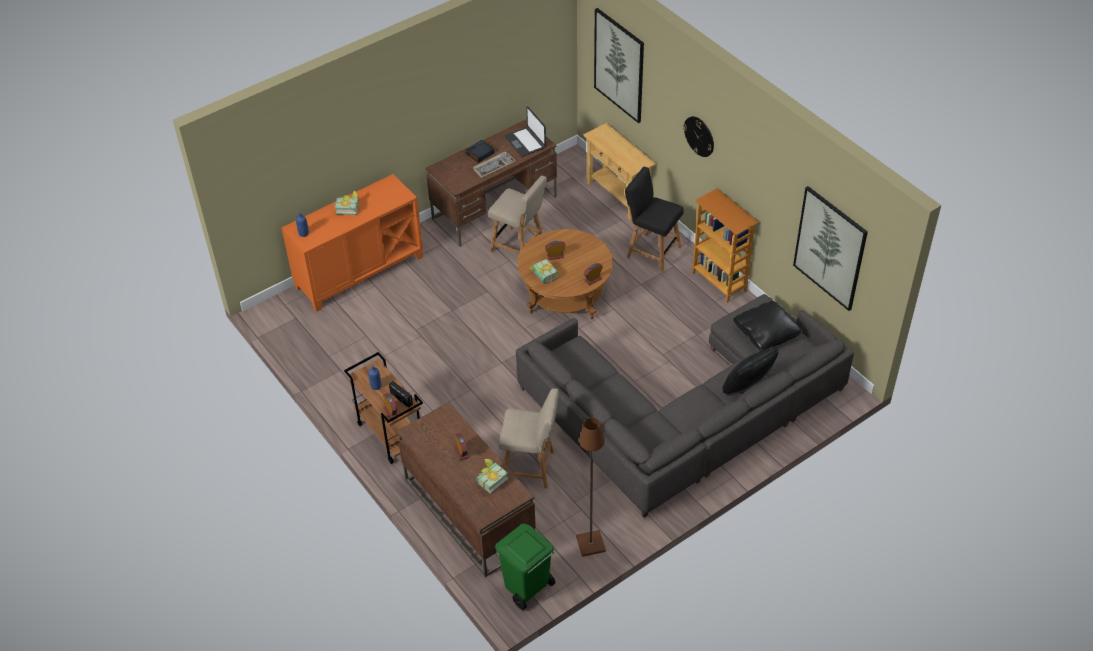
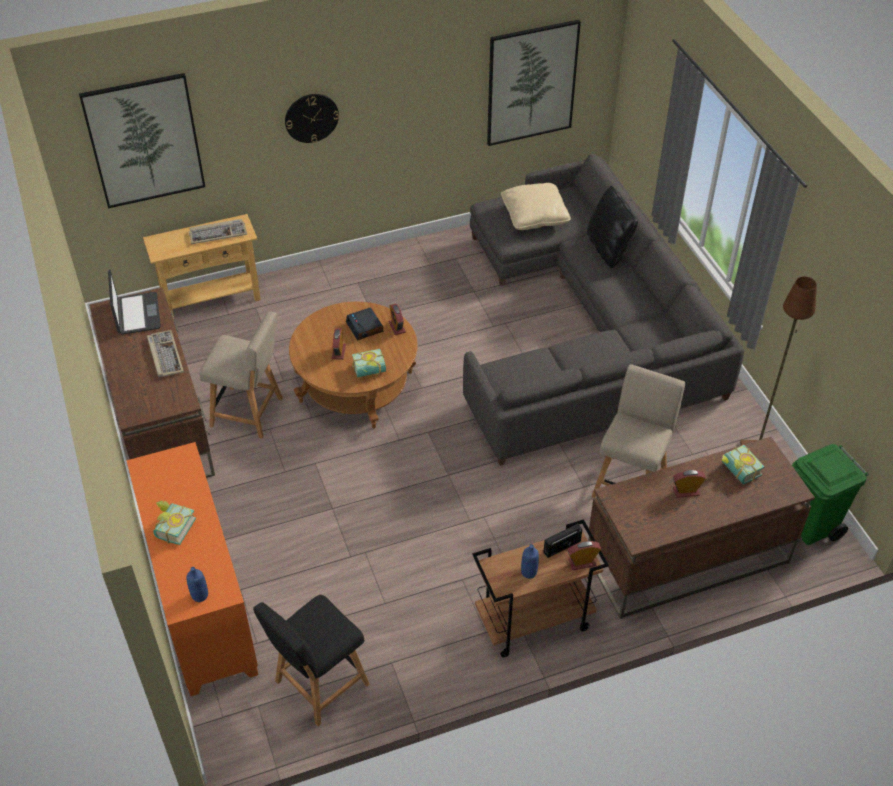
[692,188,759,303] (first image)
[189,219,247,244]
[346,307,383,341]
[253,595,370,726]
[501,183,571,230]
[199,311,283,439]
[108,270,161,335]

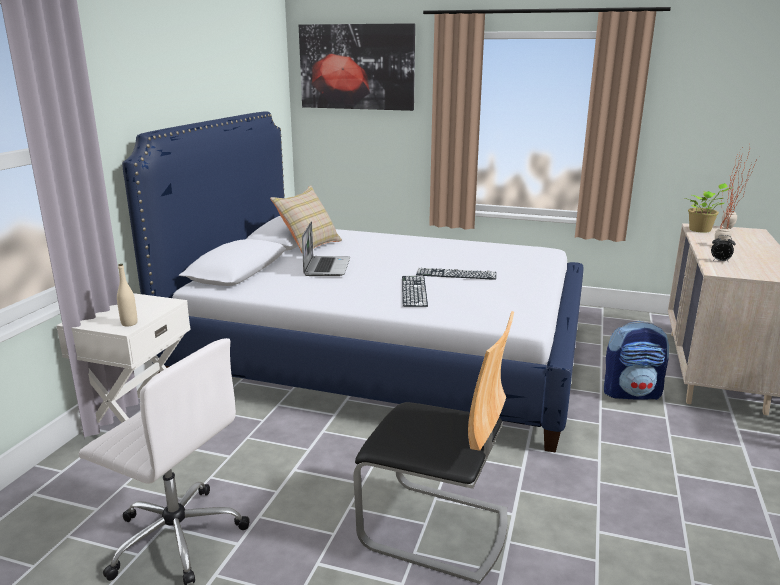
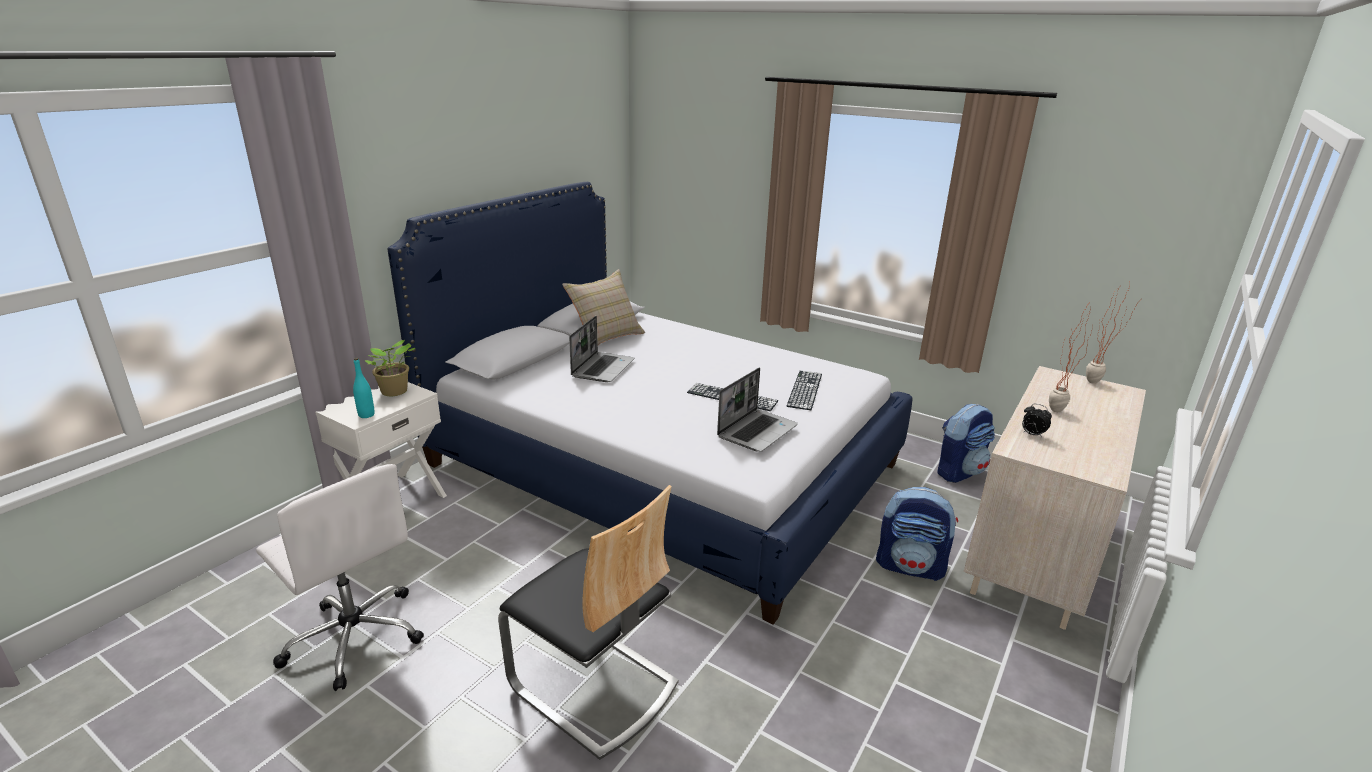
[299,23,415,111] (first image)
[717,368,798,452]
[937,404,995,483]
[787,371,822,410]
[365,340,415,396]
[353,358,375,418]

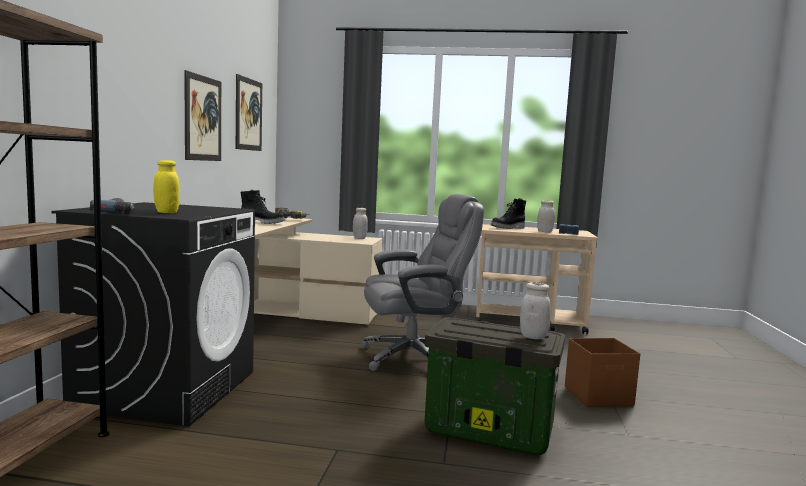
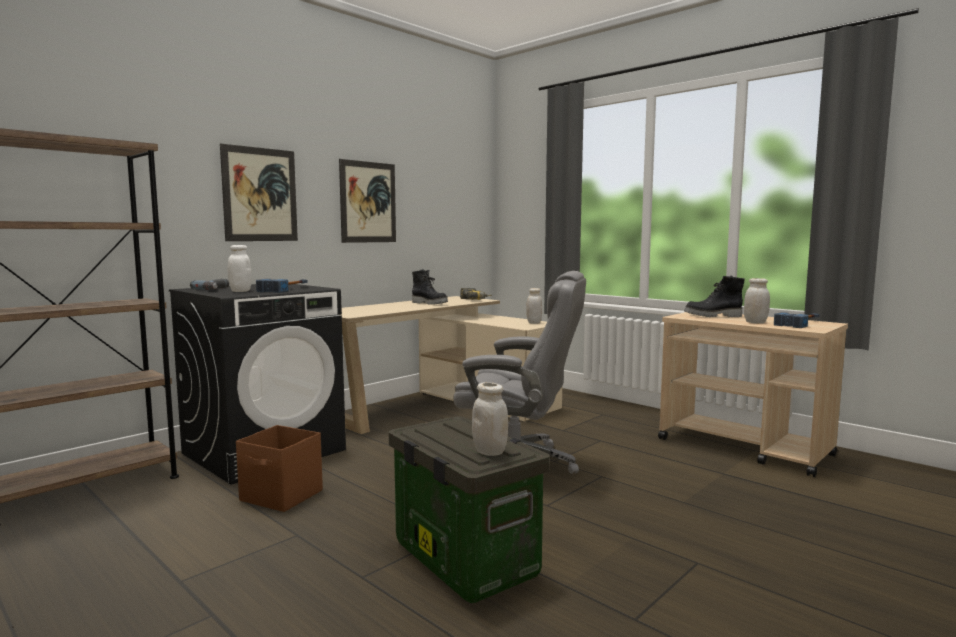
[256,279,308,293]
[220,144,298,241]
[236,425,323,512]
[228,245,252,292]

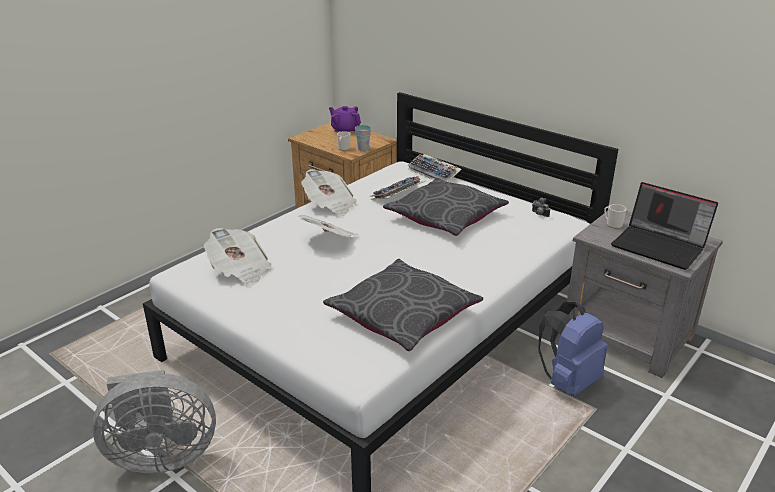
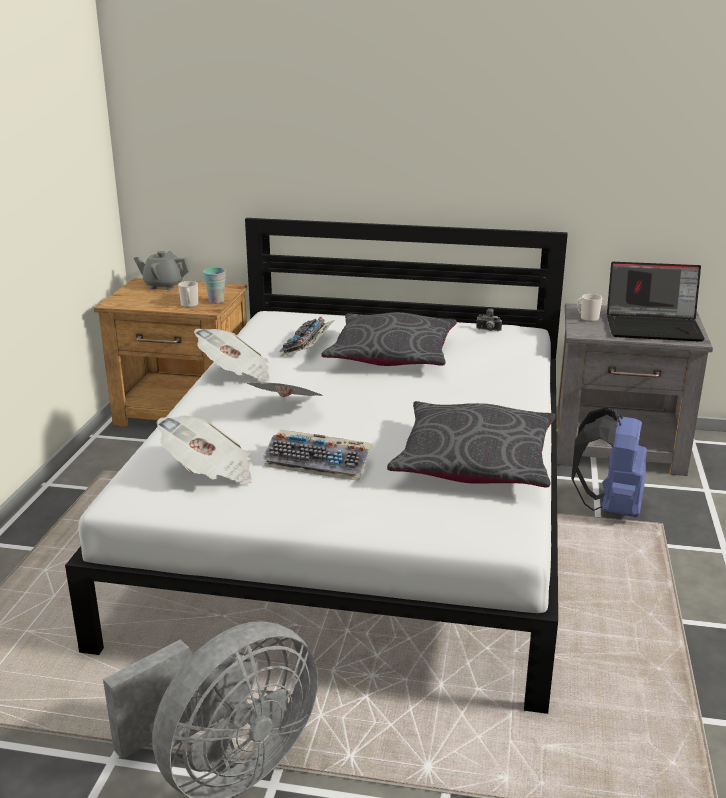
[262,430,372,481]
[134,251,190,290]

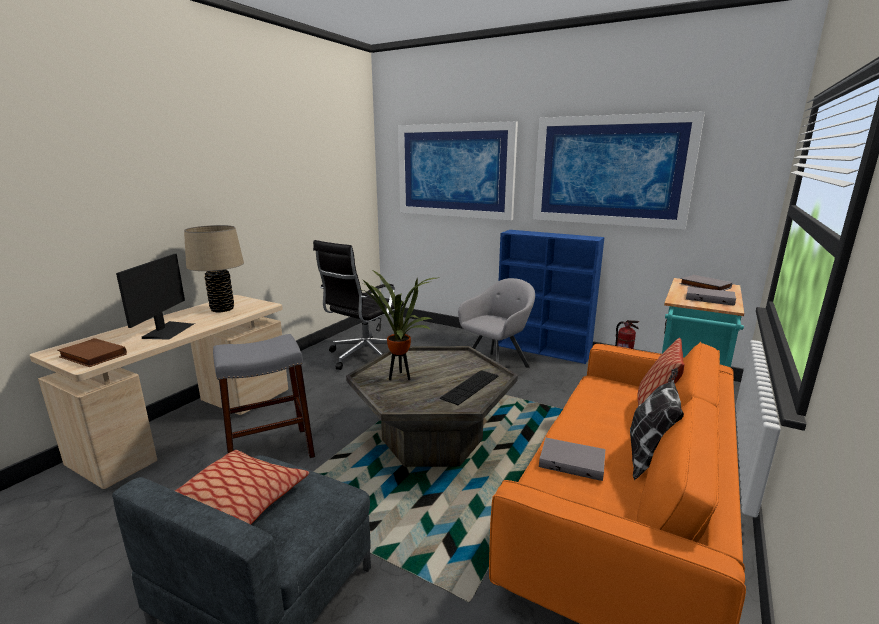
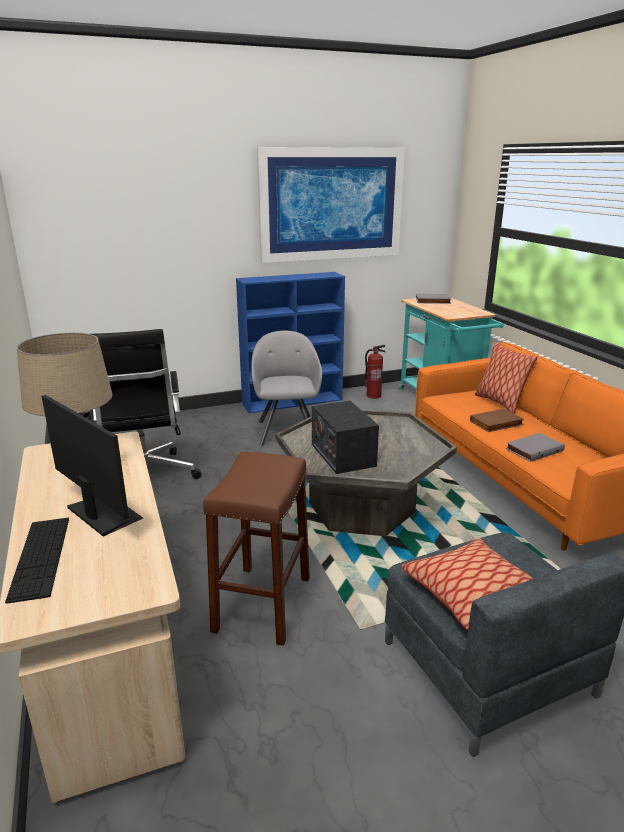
[398,121,518,220] (first image)
[630,368,684,480] (first image)
[686,287,736,306] (first image)
[470,409,524,432]
[5,518,69,604]
[312,400,379,474]
[203,452,310,646]

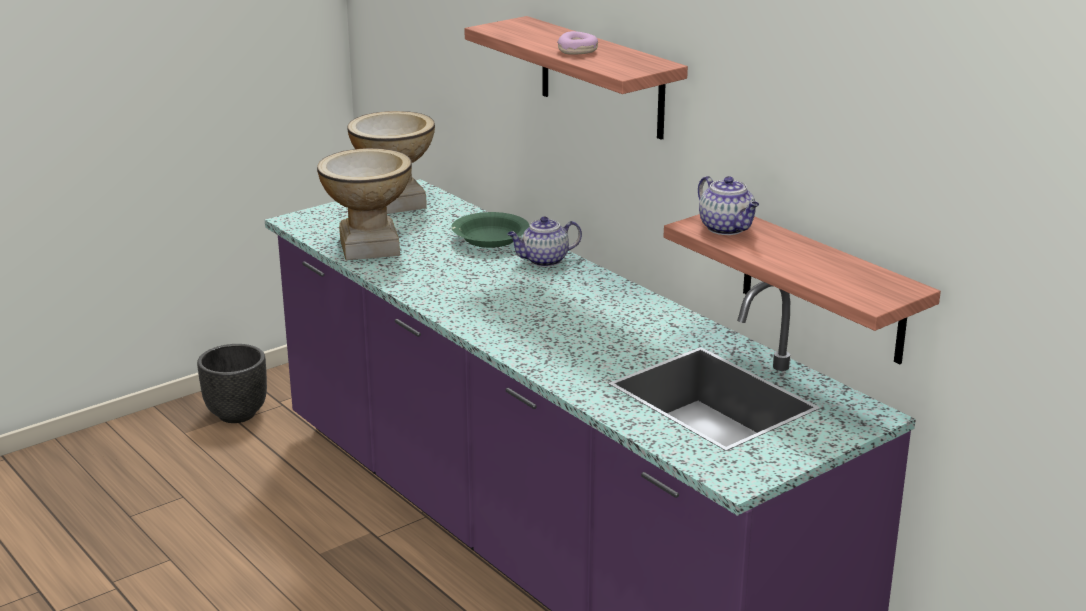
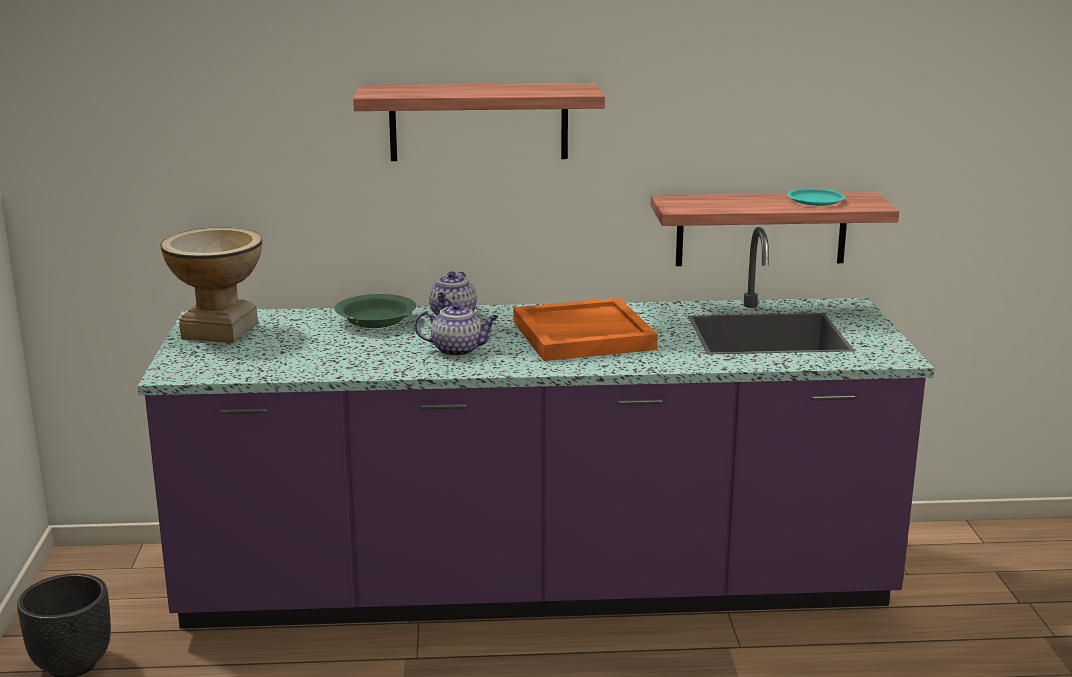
[317,148,412,261] (first image)
[557,31,598,55] (first image)
[513,298,658,361]
[787,189,845,206]
[414,303,499,356]

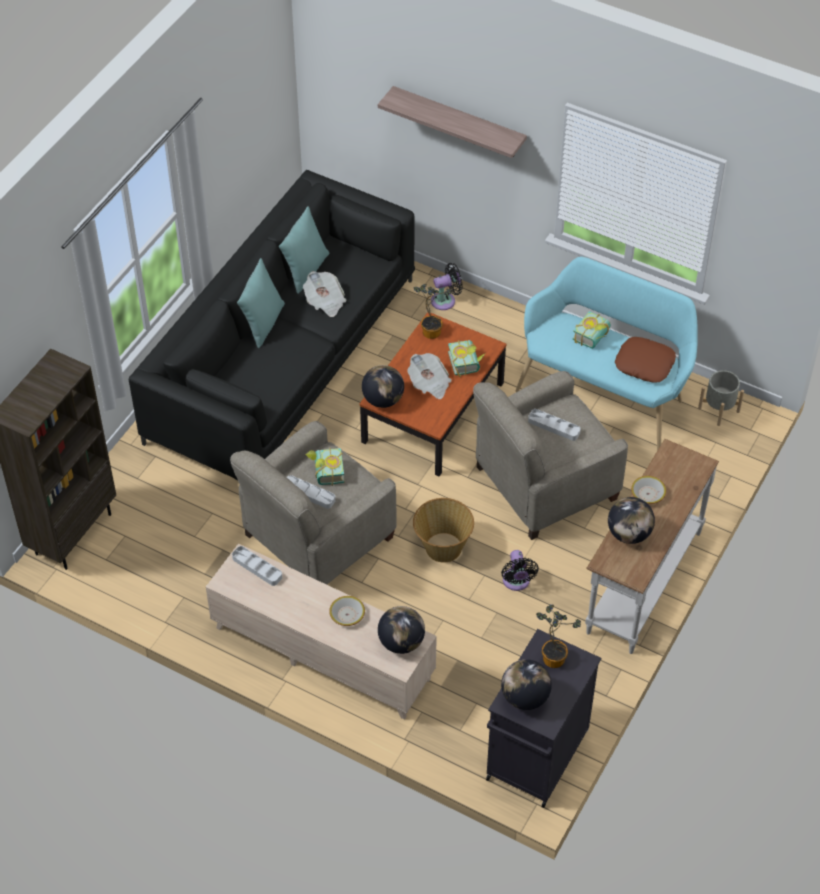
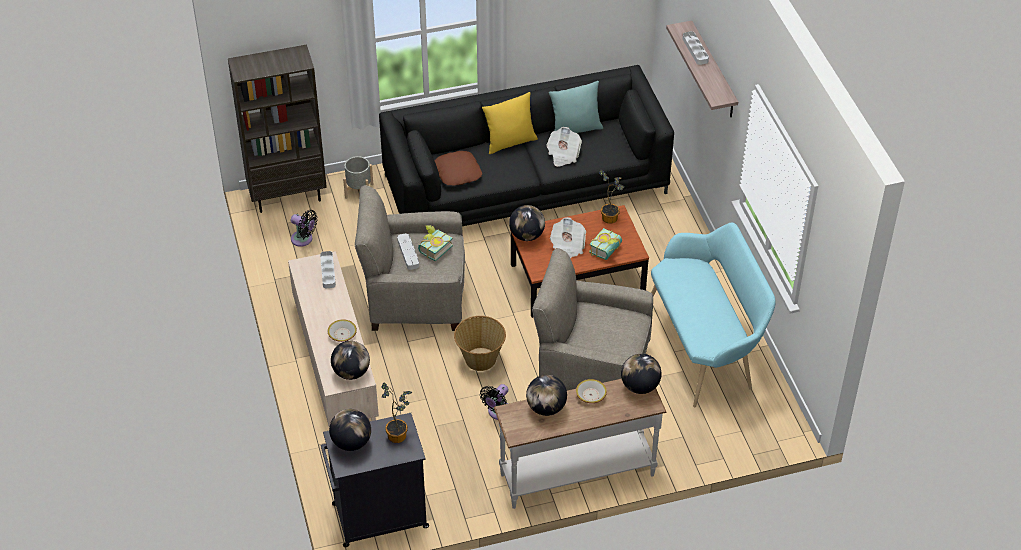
[573,311,611,349] (first image)
[621,354,662,394]
[291,210,317,247]
[683,31,709,65]
[435,151,482,185]
[343,156,373,199]
[482,92,538,154]

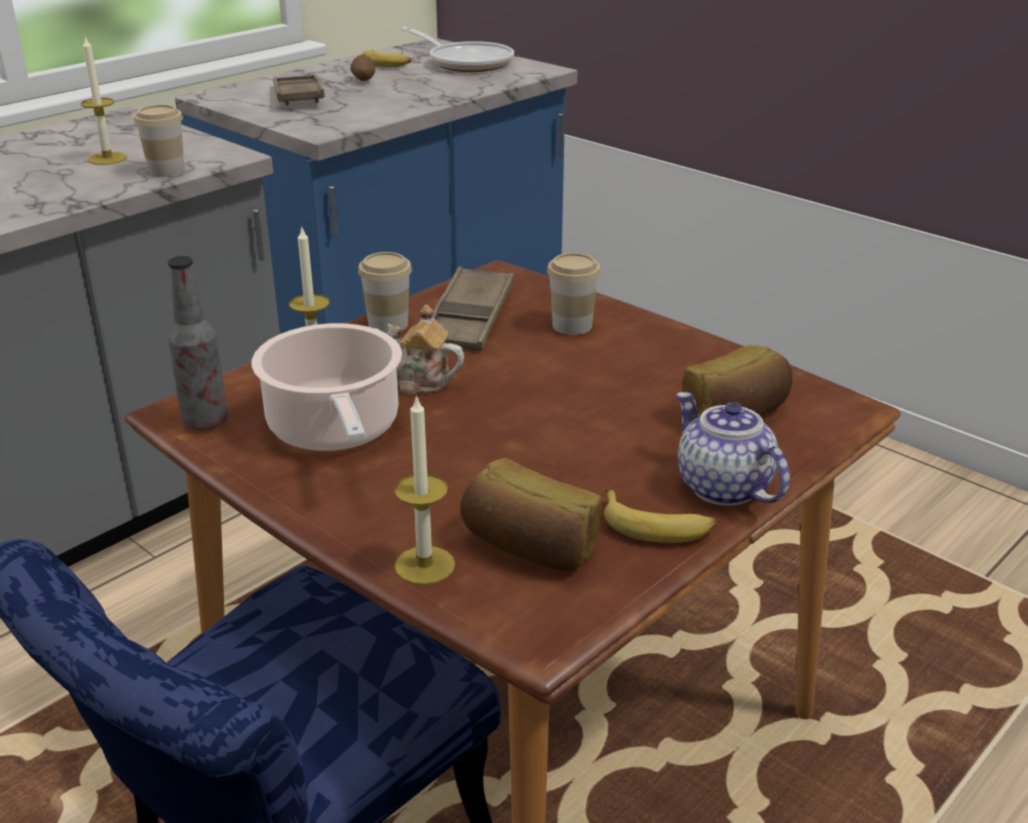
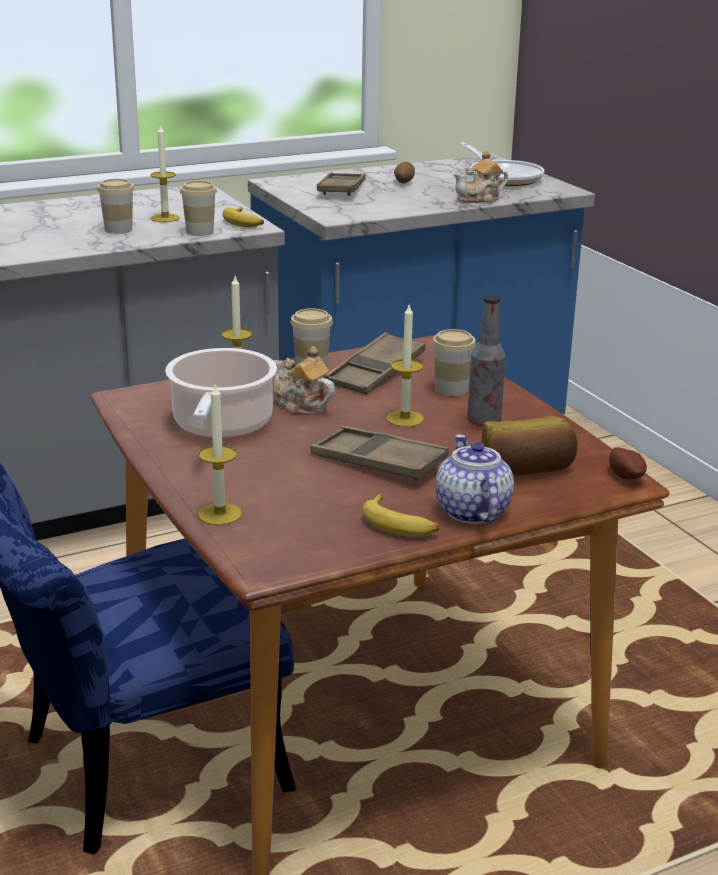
[460,458,603,572] (first image)
[97,179,134,234]
[311,426,449,480]
[386,305,424,427]
[453,151,508,203]
[609,447,647,480]
[467,295,506,427]
[223,207,264,228]

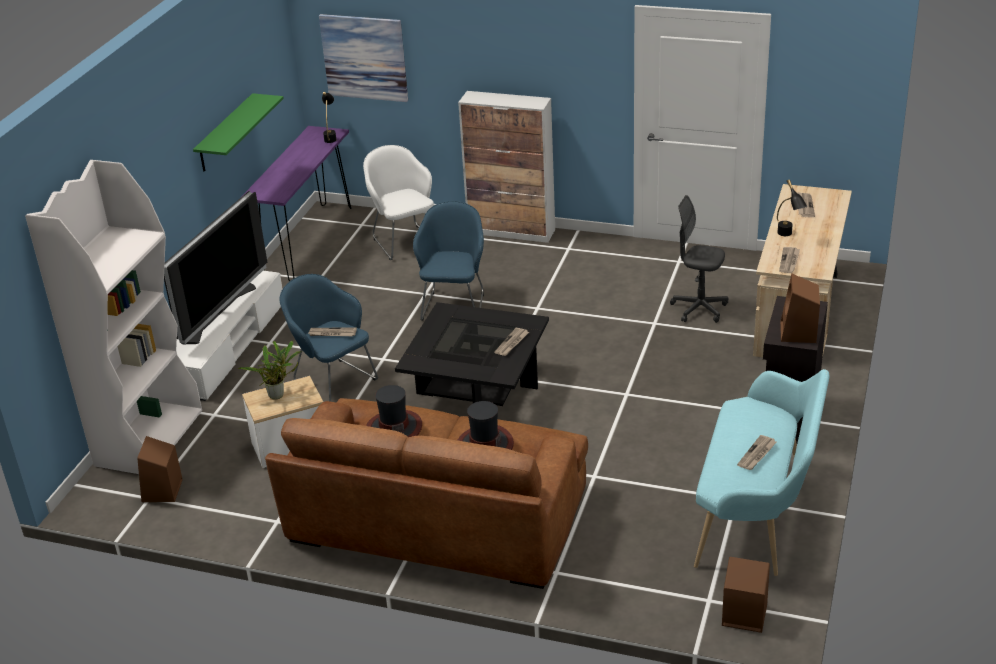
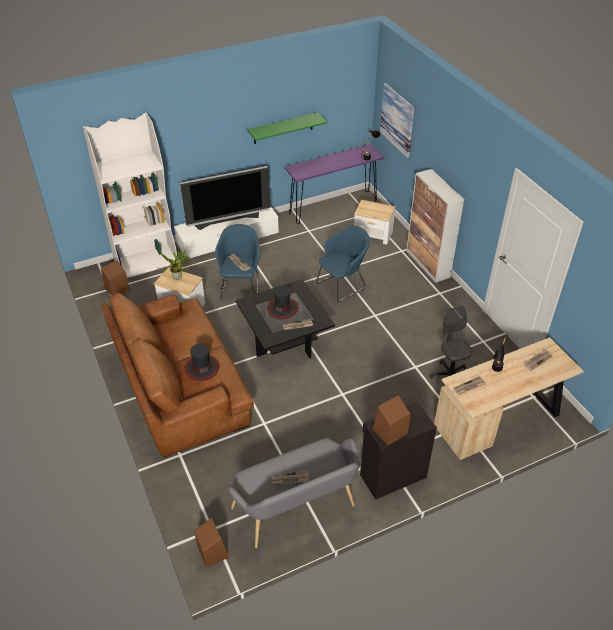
[267,285,298,319]
[354,200,395,245]
[228,438,360,548]

